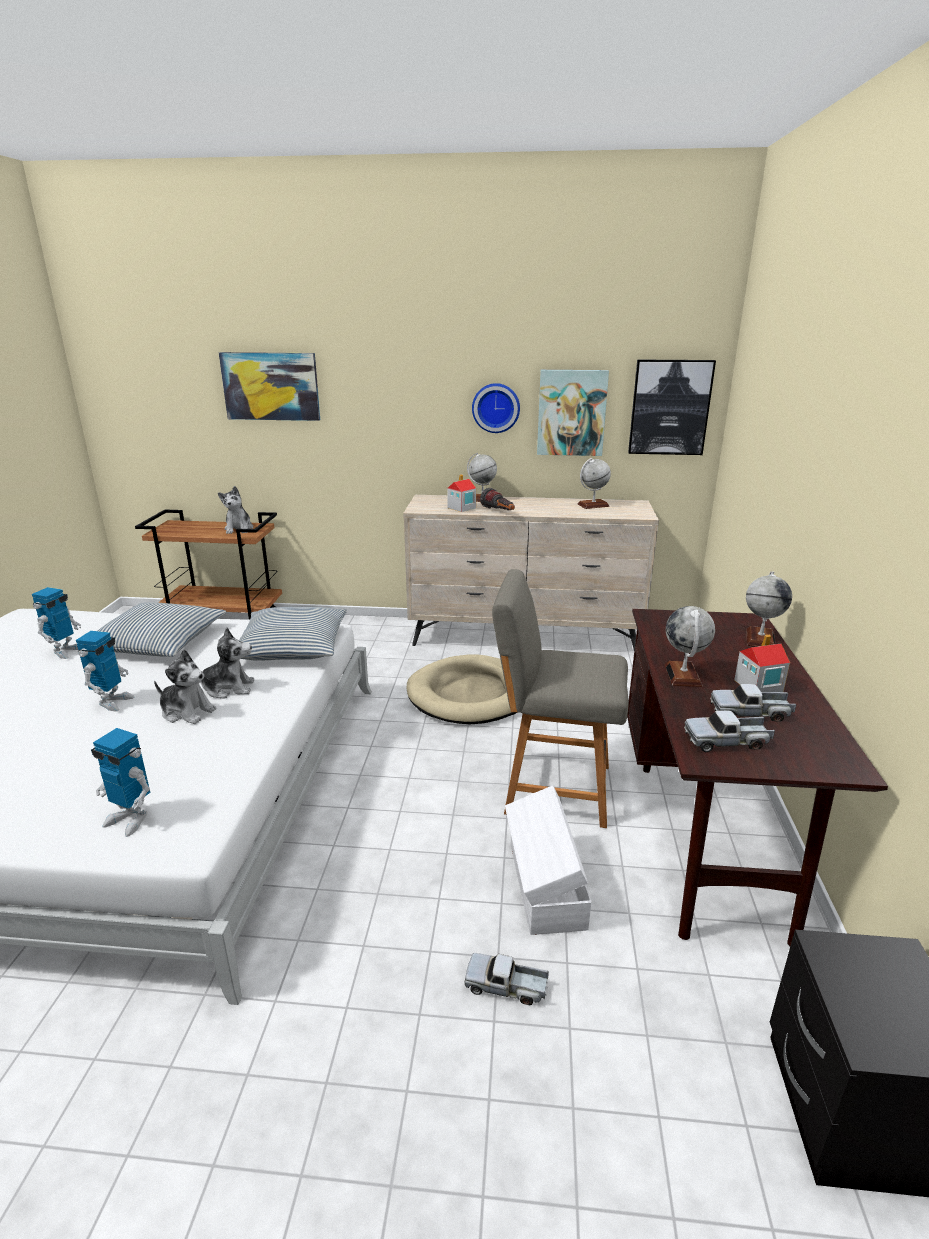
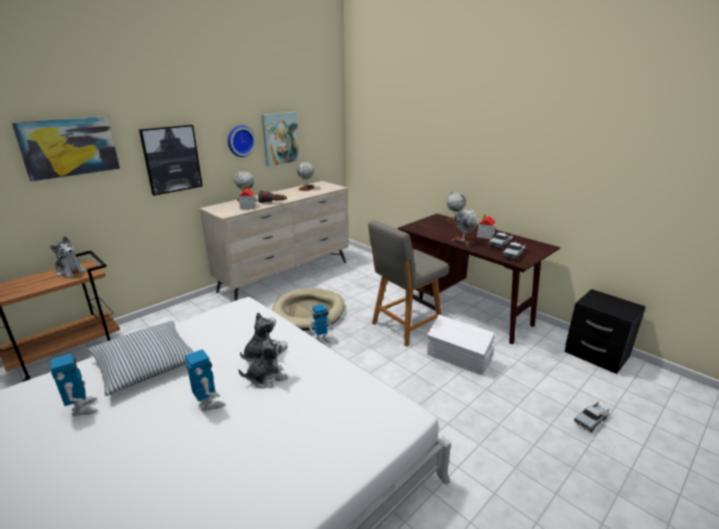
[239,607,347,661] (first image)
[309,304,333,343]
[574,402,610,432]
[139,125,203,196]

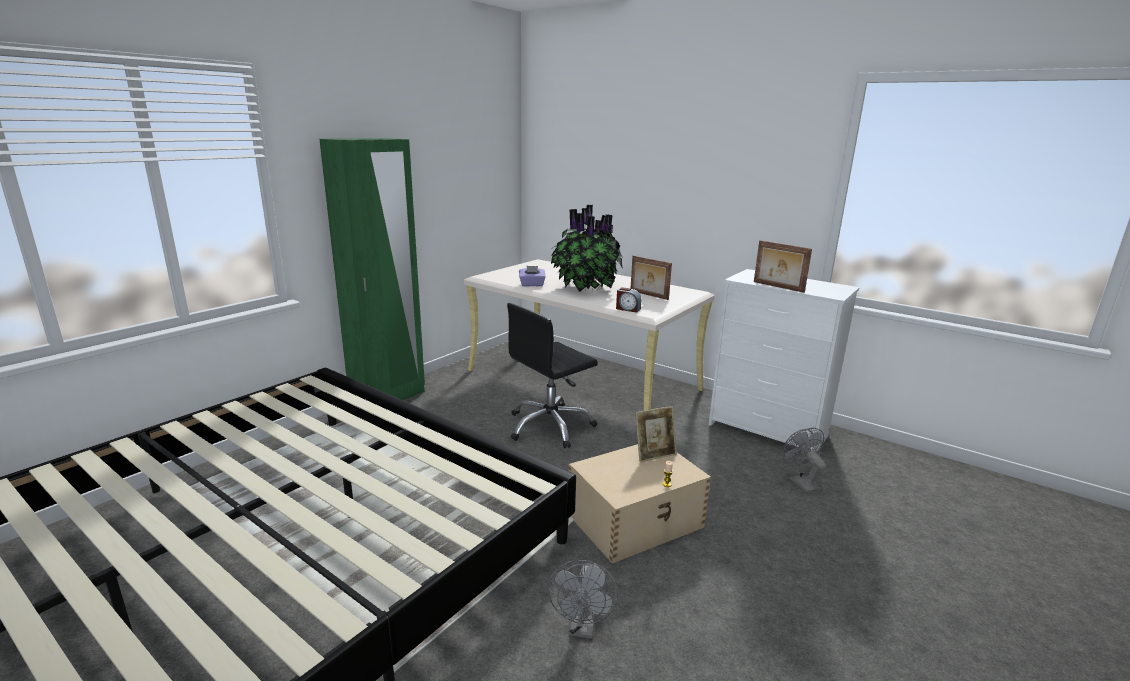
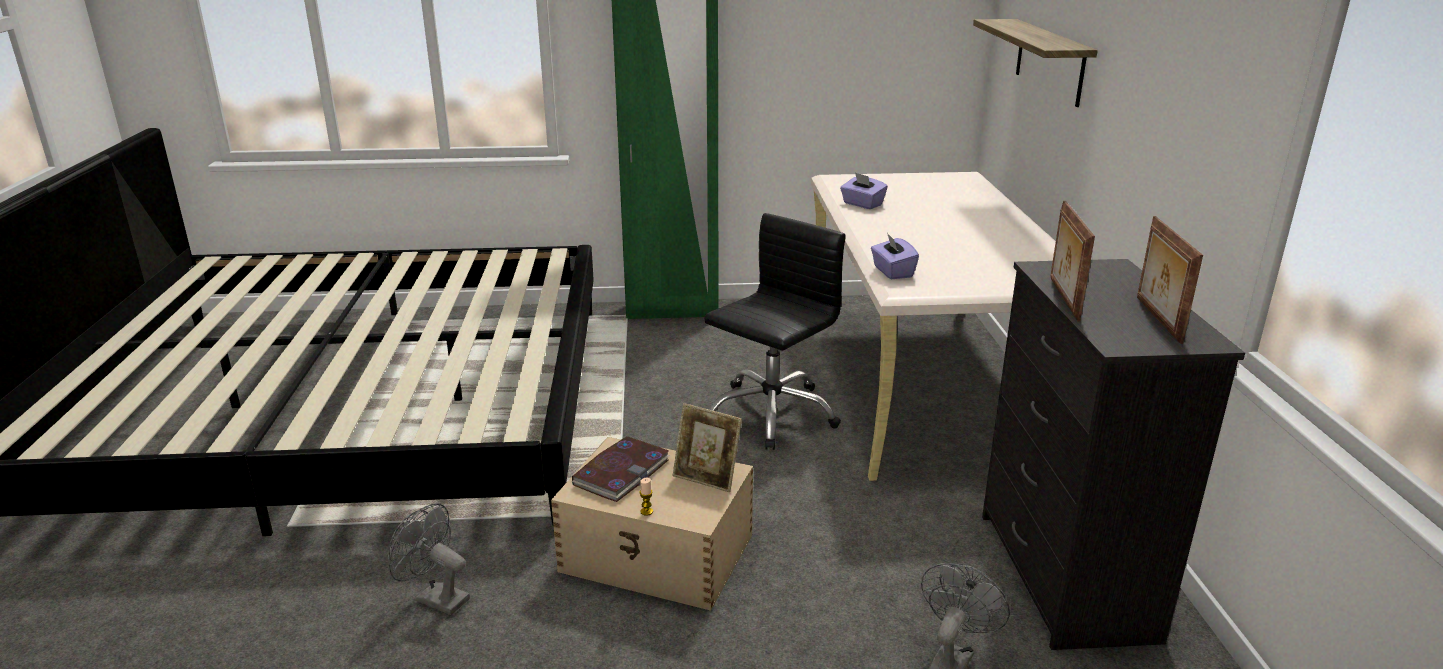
[551,204,623,292] (first image)
[572,436,670,502]
[973,19,1098,107]
[1137,216,1203,344]
[871,233,919,279]
[982,259,1245,650]
[704,213,846,450]
[388,503,470,615]

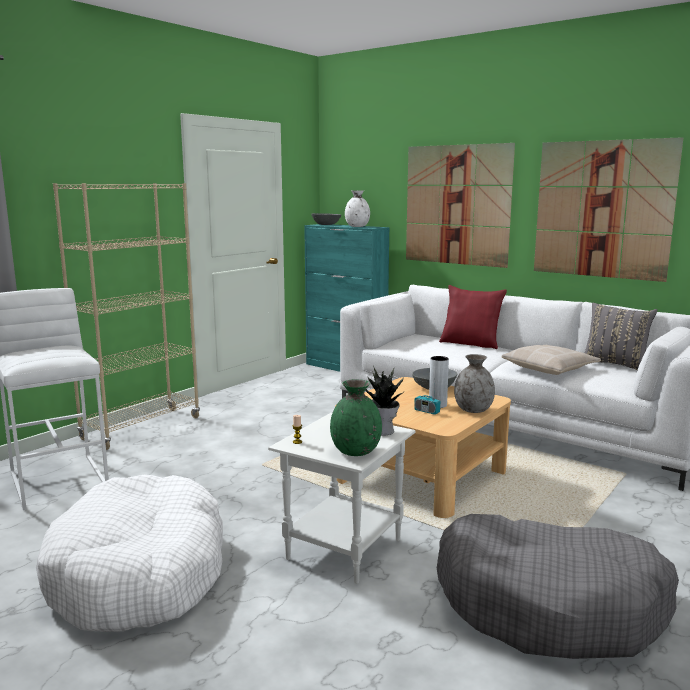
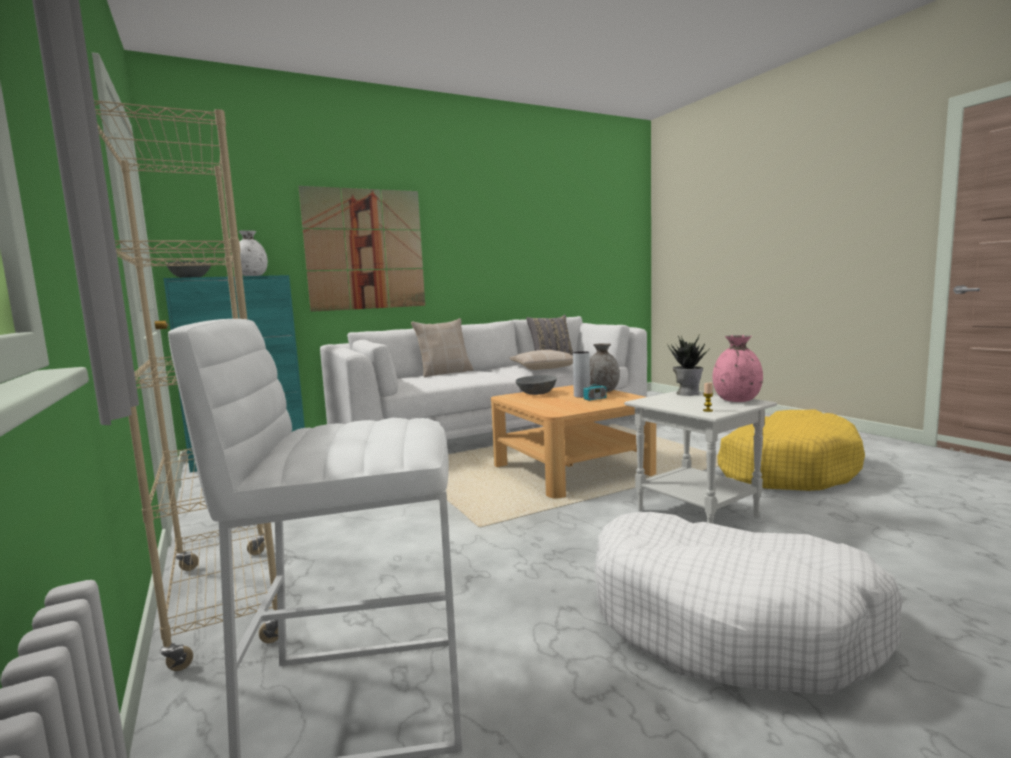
[534,137,683,282] (first image)
[712,335,763,402]
[717,410,865,491]
[411,318,474,378]

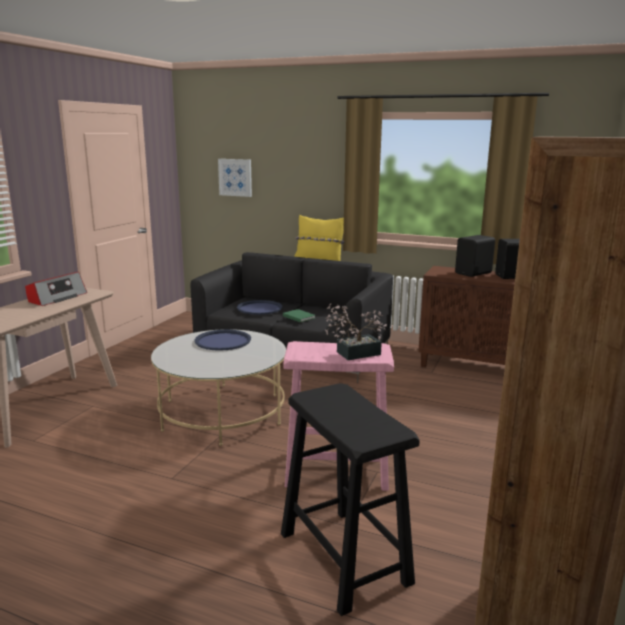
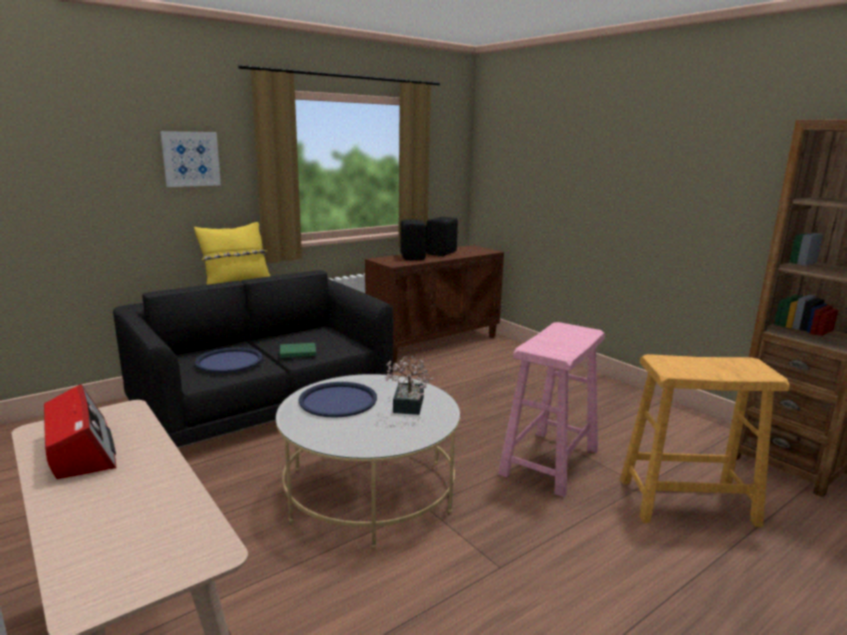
[160,131,221,187]
[385,355,433,415]
[620,354,790,527]

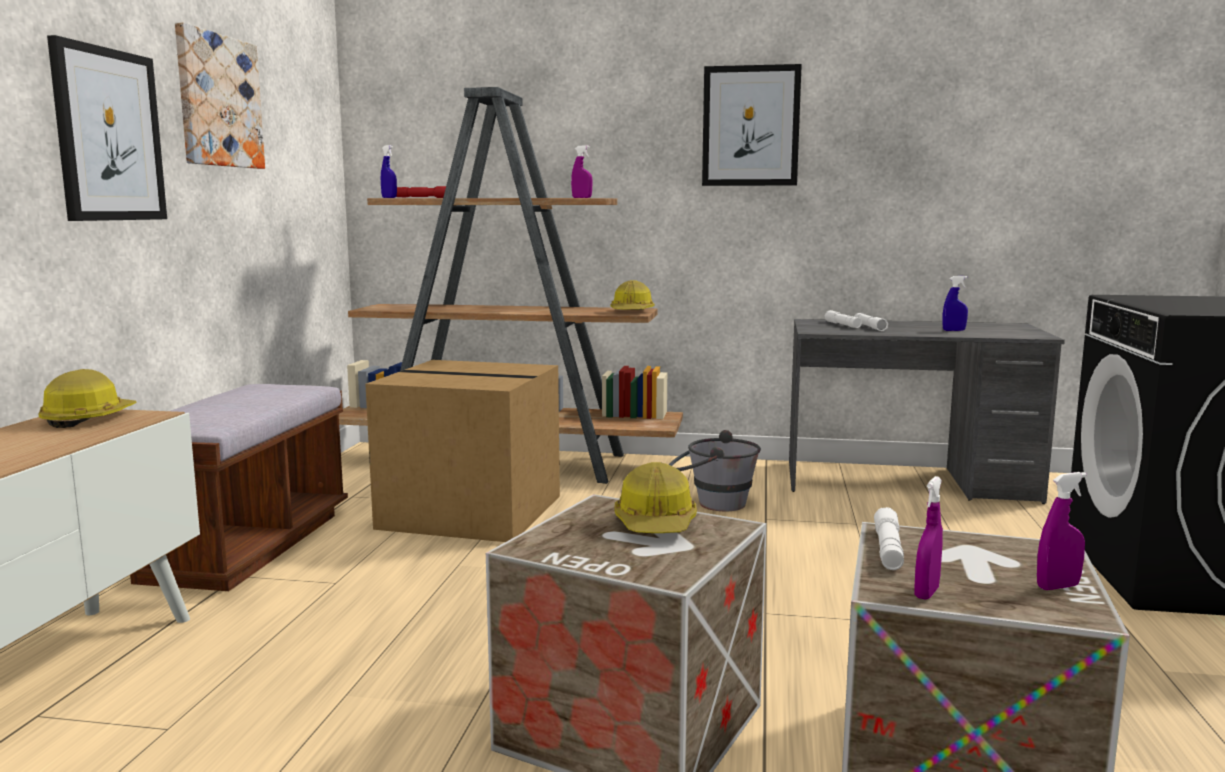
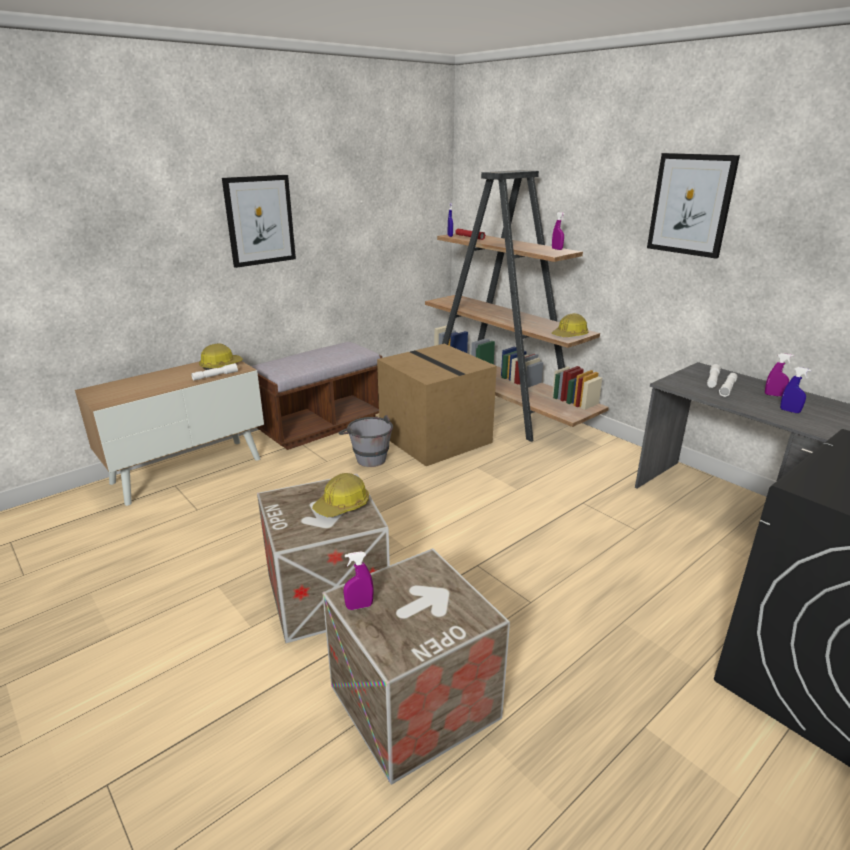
[175,22,265,169] (first image)
[338,415,393,467]
[191,363,238,381]
[765,353,794,397]

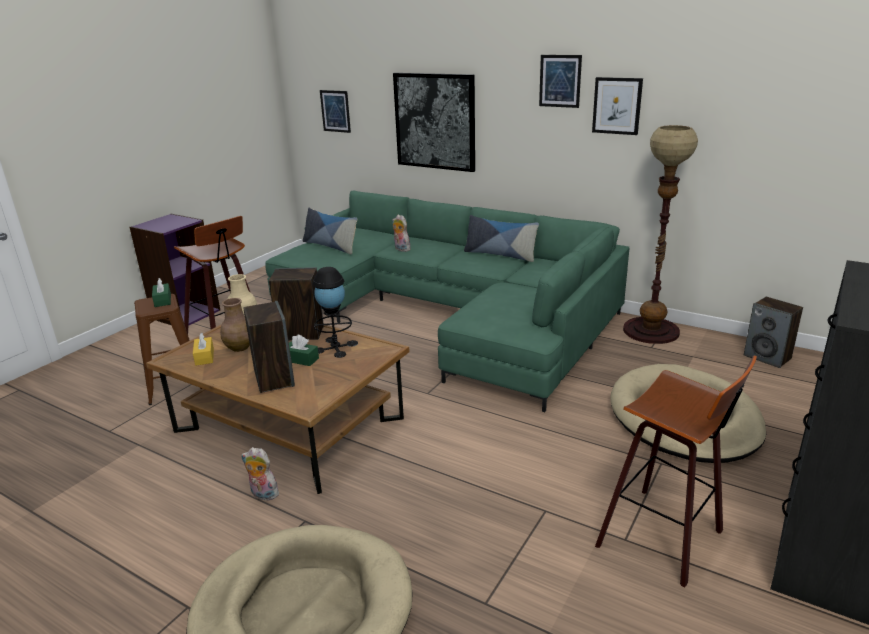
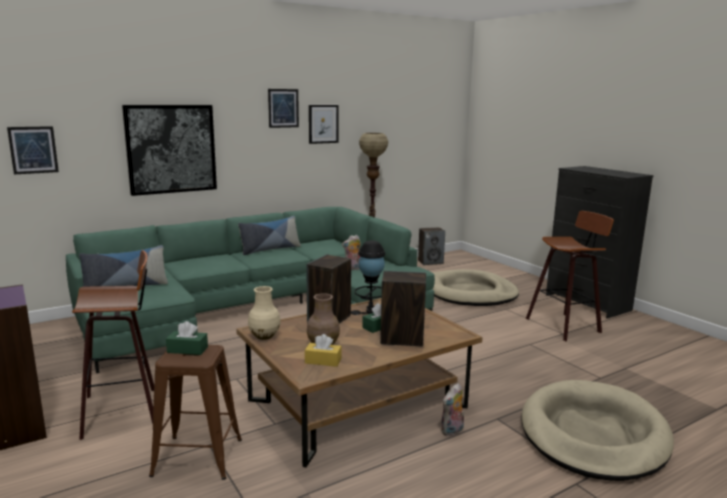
[342,235,361,270]

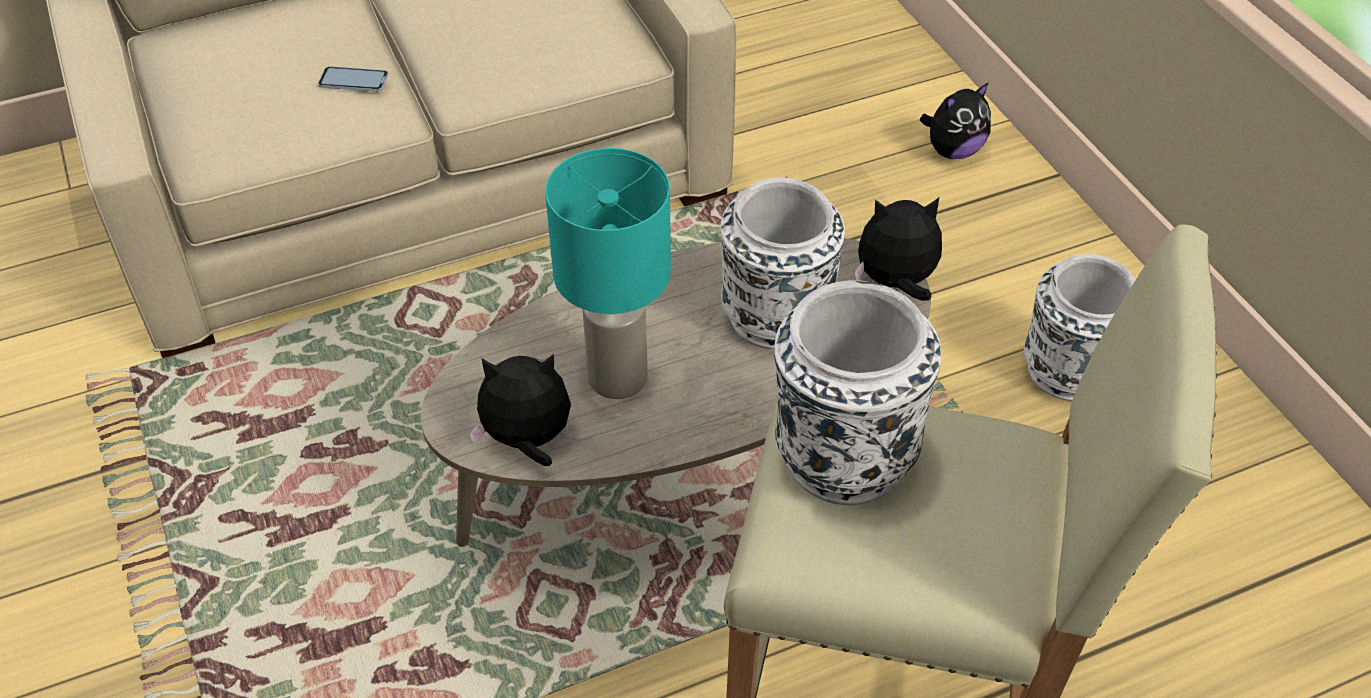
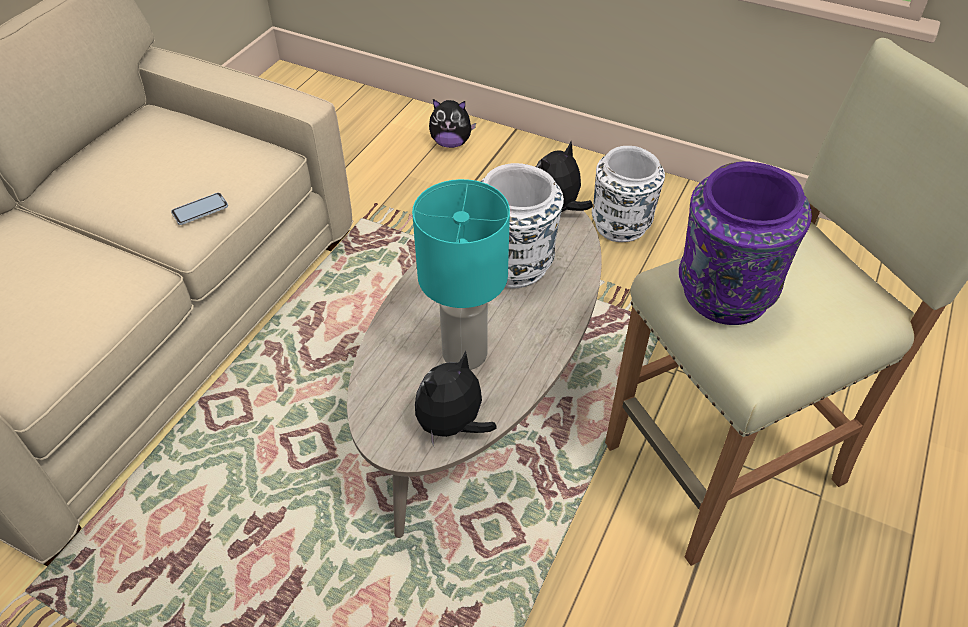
[171,193,228,225]
[679,161,812,325]
[429,99,476,148]

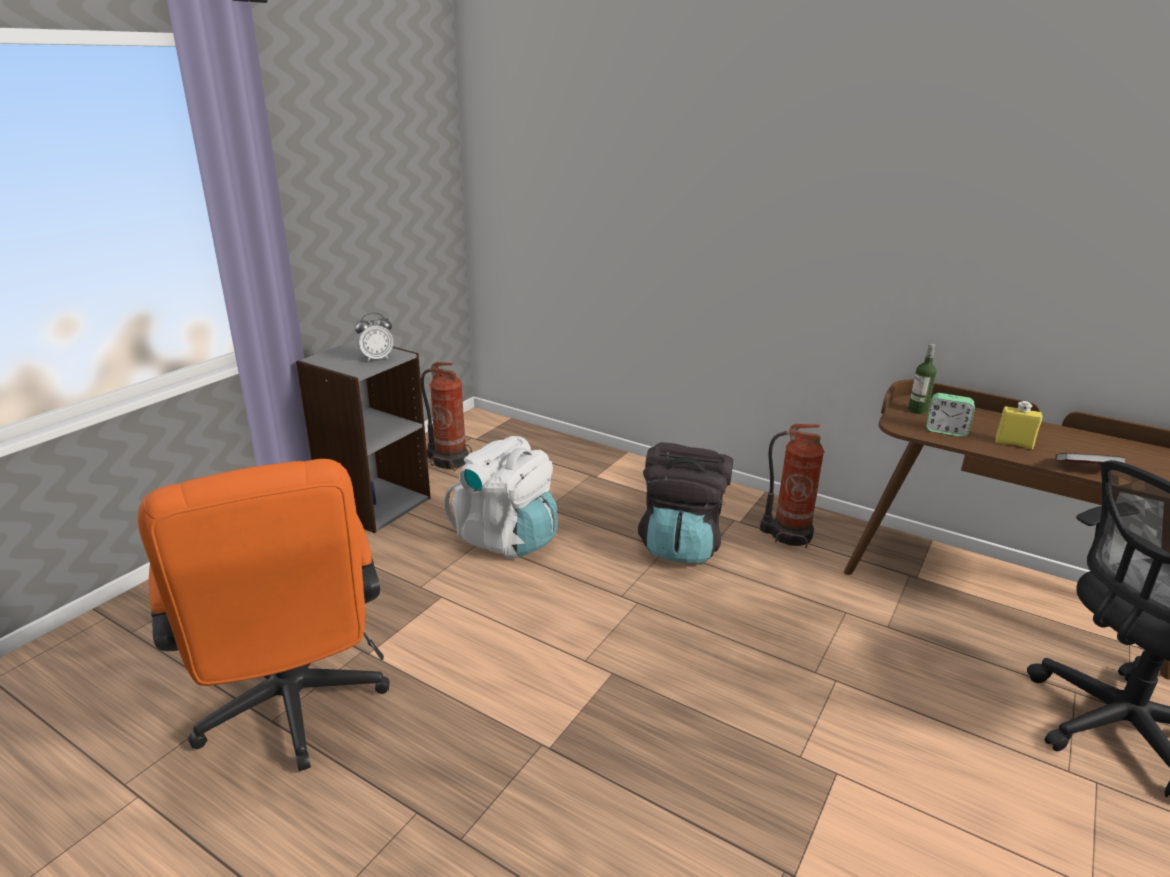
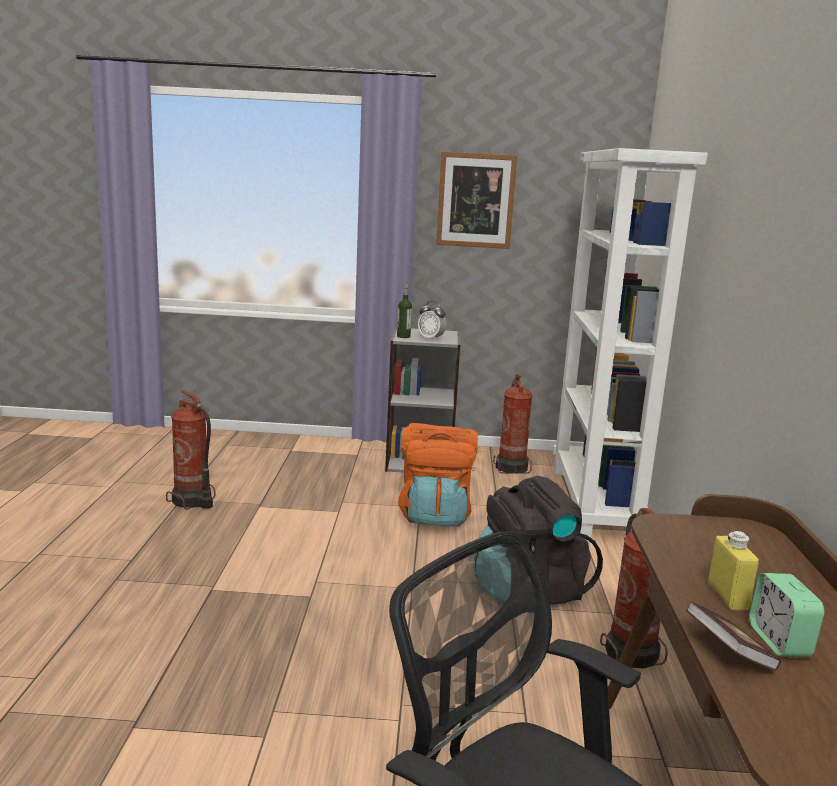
[436,151,517,249]
[553,148,708,542]
[397,285,412,338]
[749,573,824,657]
[166,390,215,509]
[398,423,478,527]

